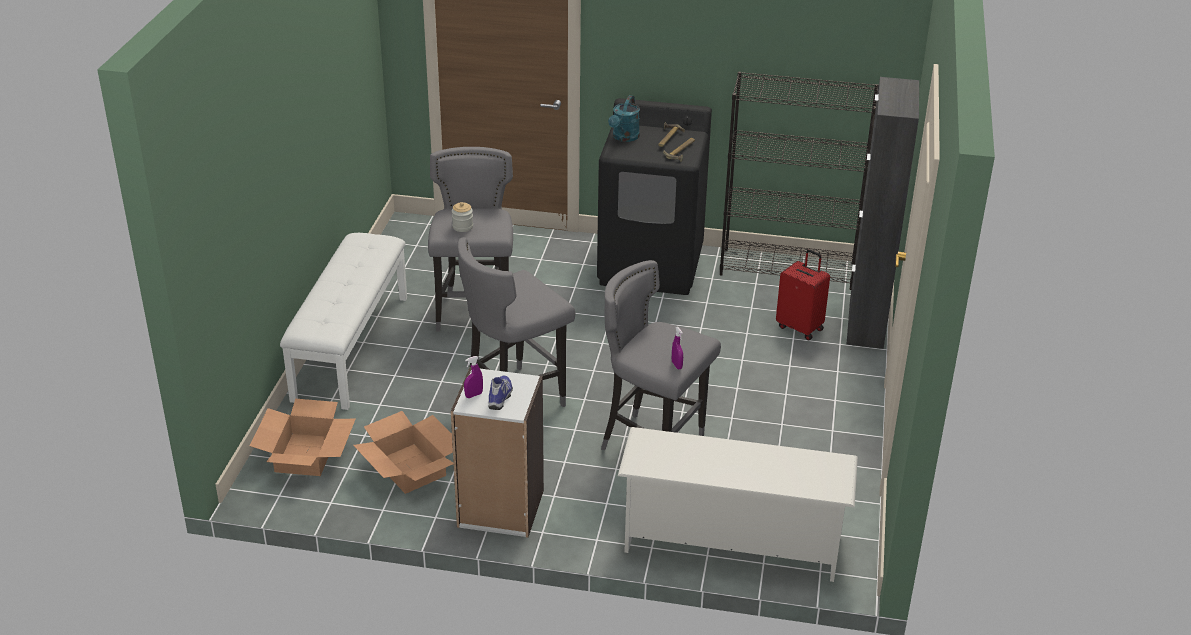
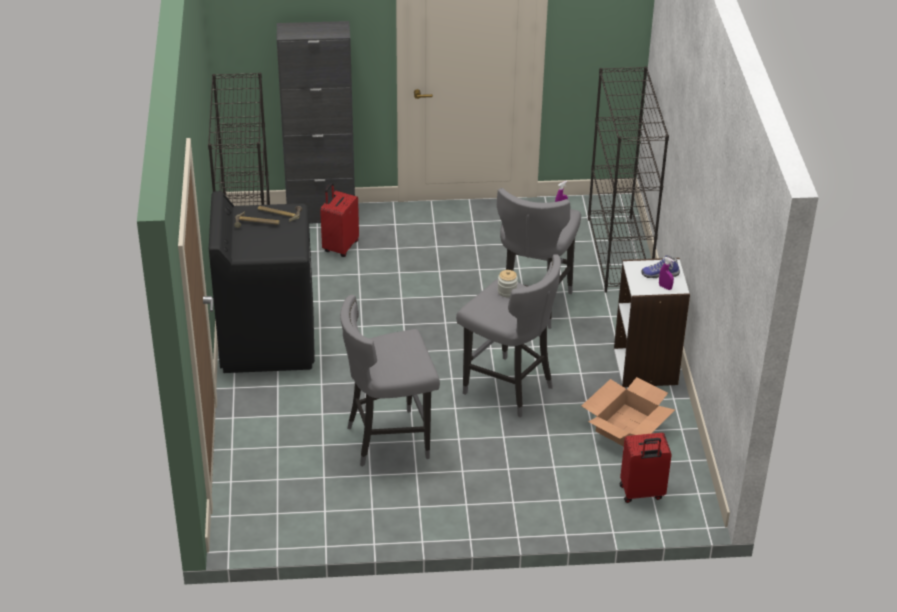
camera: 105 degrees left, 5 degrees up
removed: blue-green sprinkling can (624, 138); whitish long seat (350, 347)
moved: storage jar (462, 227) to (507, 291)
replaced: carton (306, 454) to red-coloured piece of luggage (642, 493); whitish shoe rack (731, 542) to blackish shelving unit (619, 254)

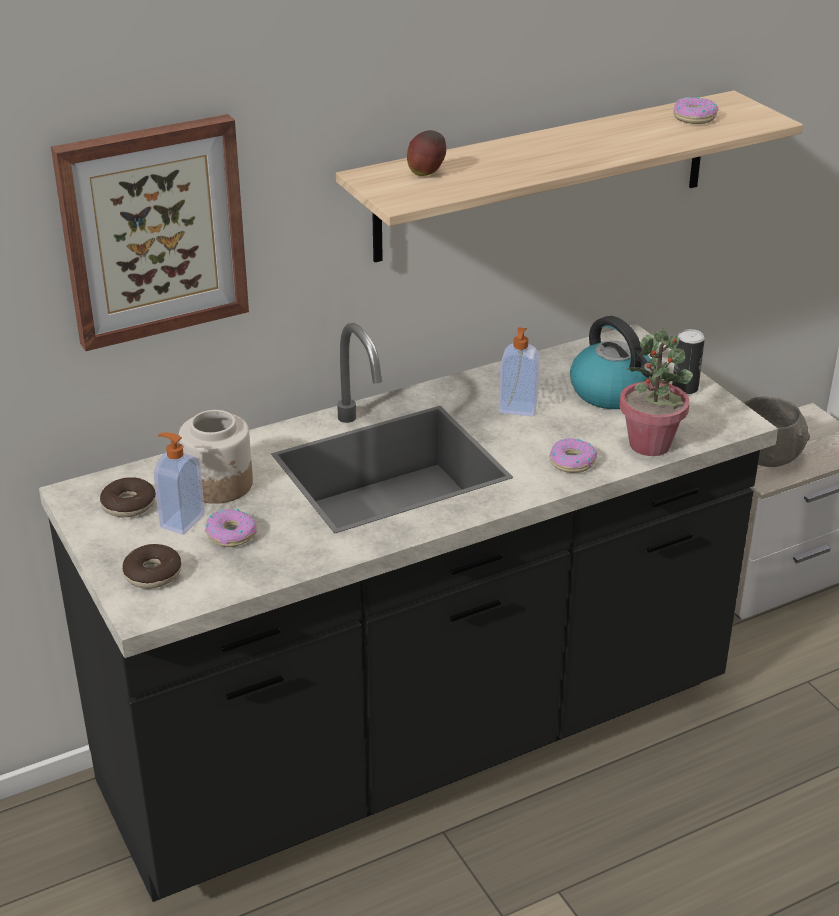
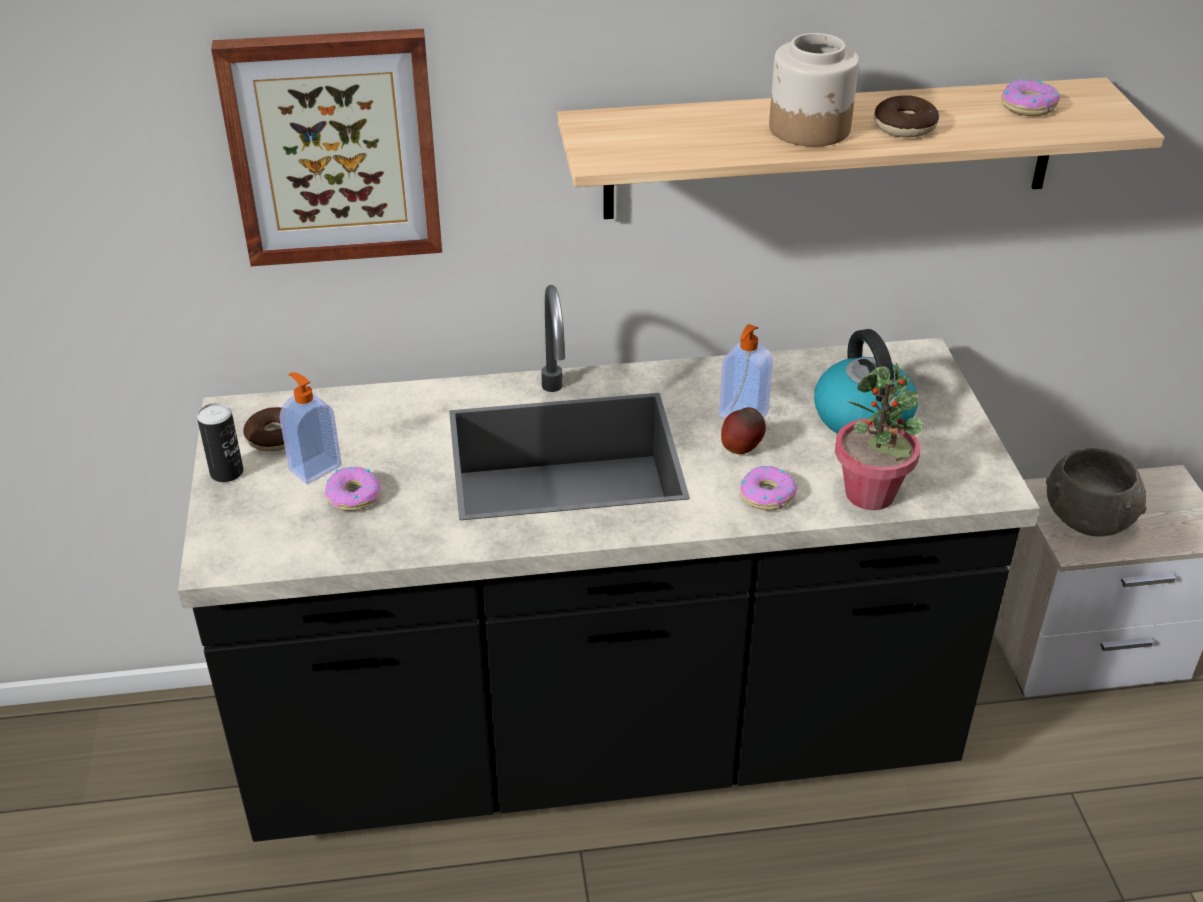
camera: 20 degrees right, 5 degrees up
moved: whole apple (426, 174) to (741, 450); can (685, 388) to (227, 472); storage jar (219, 484) to (810, 129); ring doughnut (153, 574) to (904, 127)

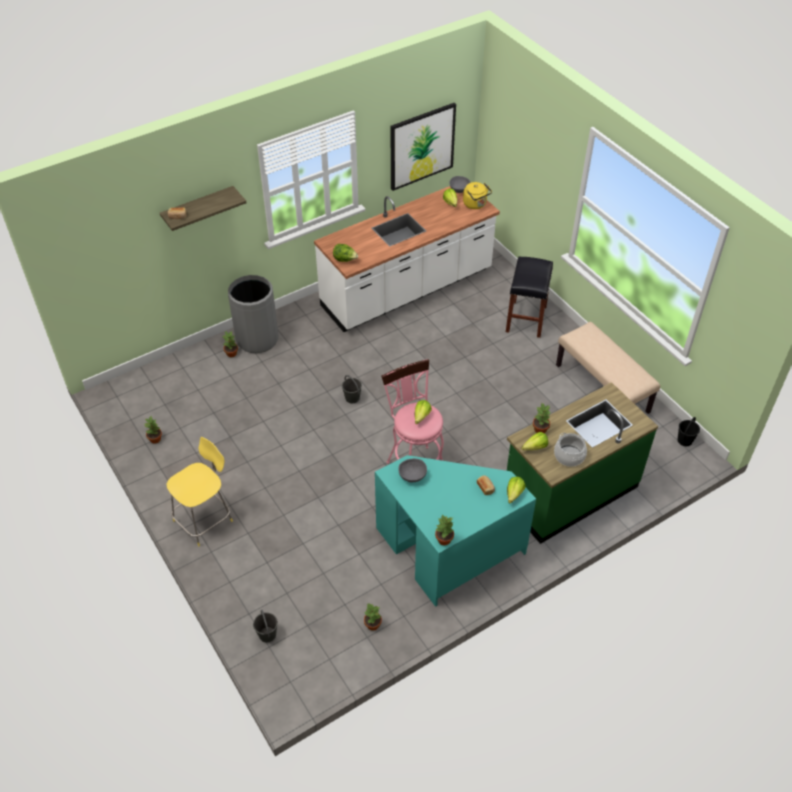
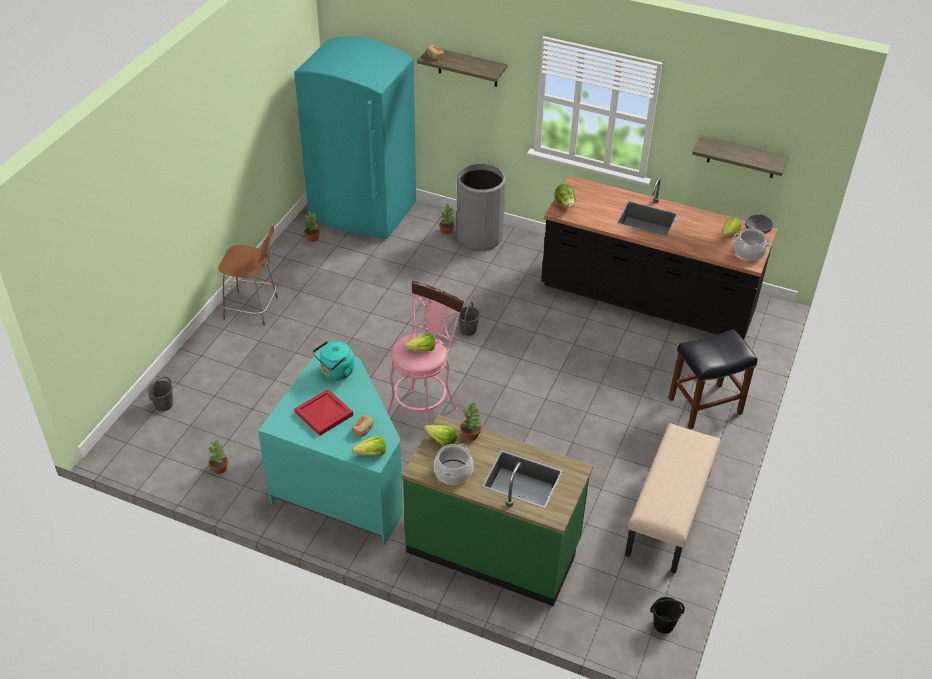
camera: 55 degrees right, 5 degrees down
removed: potted plant (444, 540)
added: blue-green fridge (362, 211); red-coloured carrying tray (323, 414)
replaced: wall picture (422, 146) to wall shelf (742, 157); yellow-coloured tea kettle (476, 204) to saucepot (749, 252); grey serving bowl (412, 476) to blue-green tea kettle (336, 372)
recoloured: whitish kitchen counter (407, 289) to blackish kitchen counter (647, 300); yellow-coloured sitting stool (204, 520) to brownish sitting stool (253, 309)

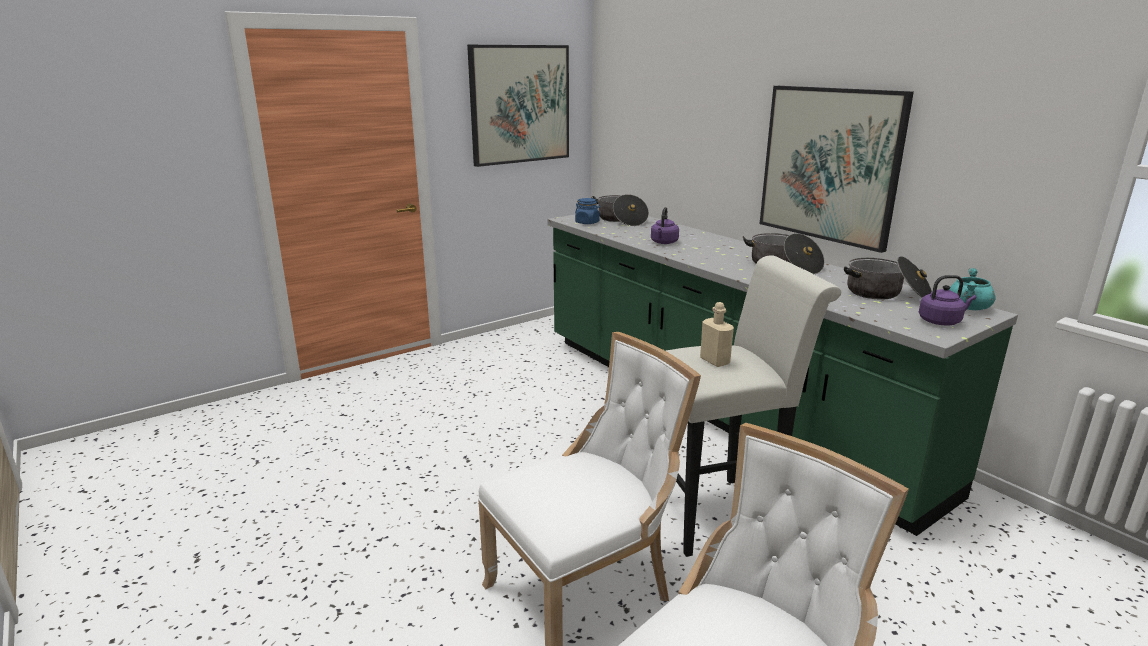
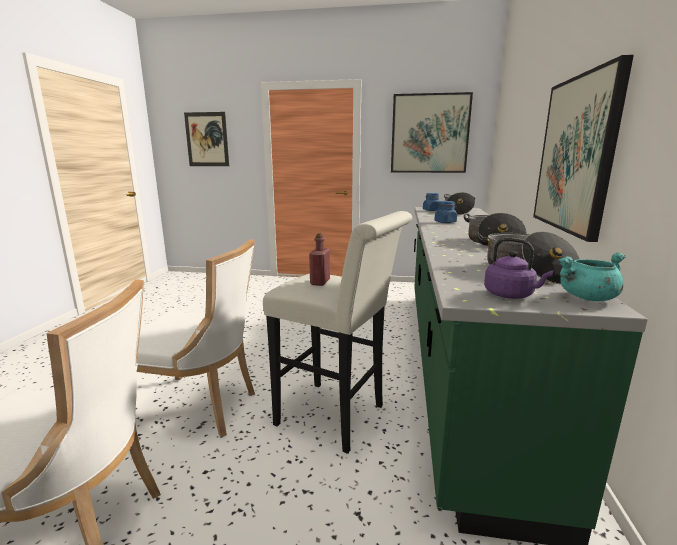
camera: 45 degrees right, 5 degrees down
added: wall picture (207, 139)
replaced: purplish tea kettle (664, 243) to bluish storage jar (445, 222)
recoloured: beige-coloured beverage bottle (714, 361) to red-coloured beverage bottle (320, 282)

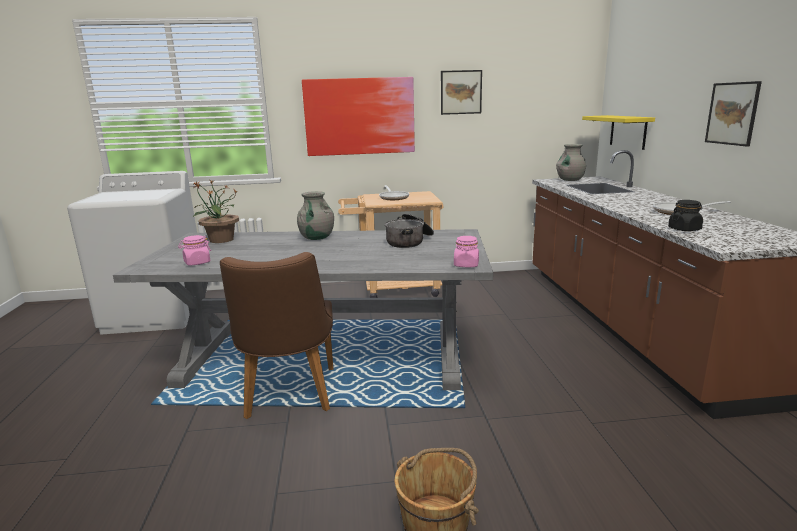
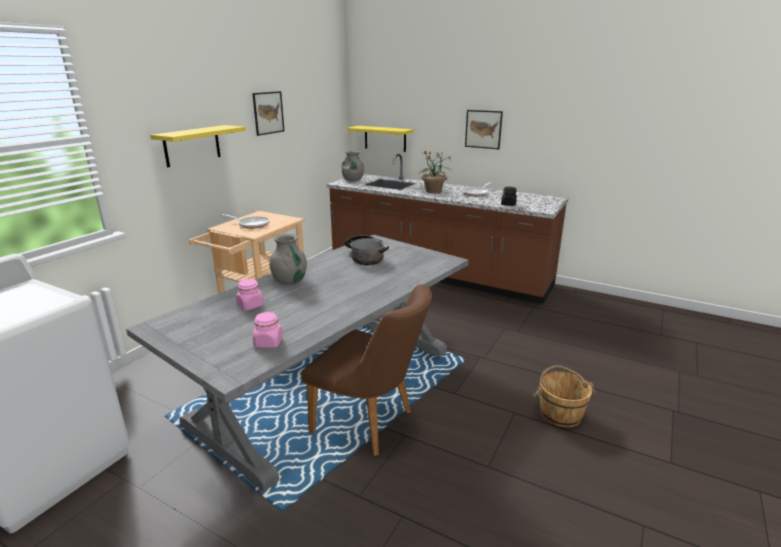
camera: 55 degrees left, 5 degrees up
moved: potted plant (220, 240) to (433, 191); pink storage jar (466, 265) to (250, 305)
replaced: wall picture (359, 116) to yellow-coloured wall shelf (192, 145)

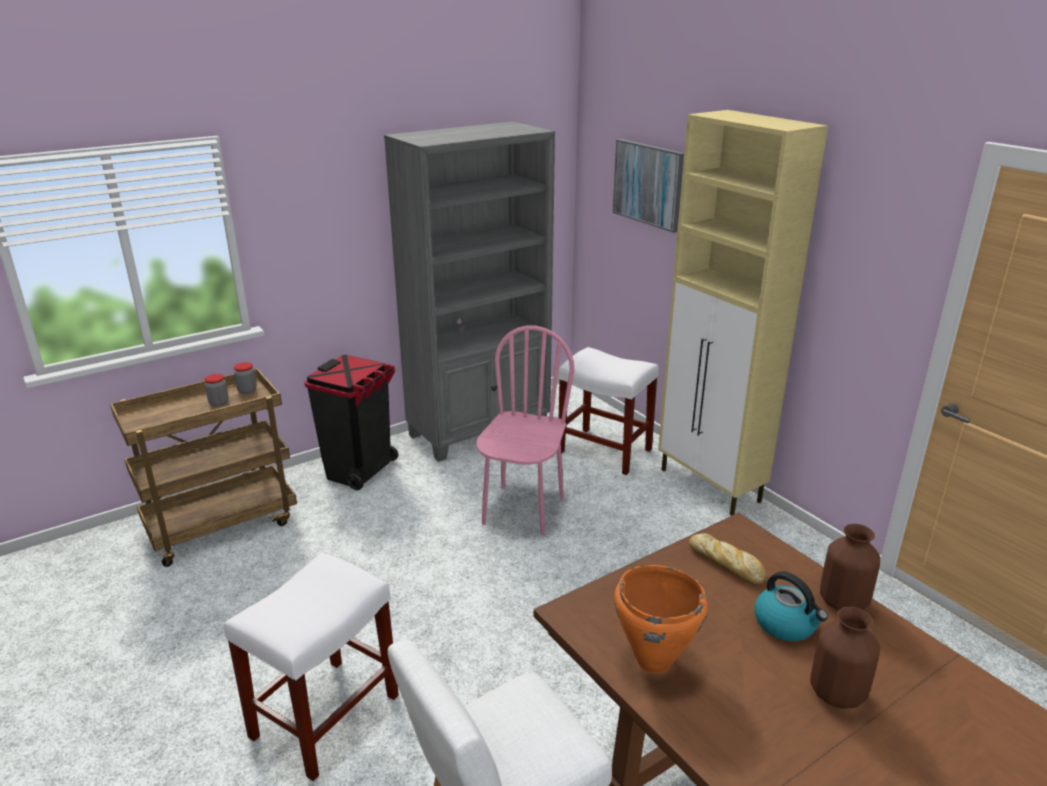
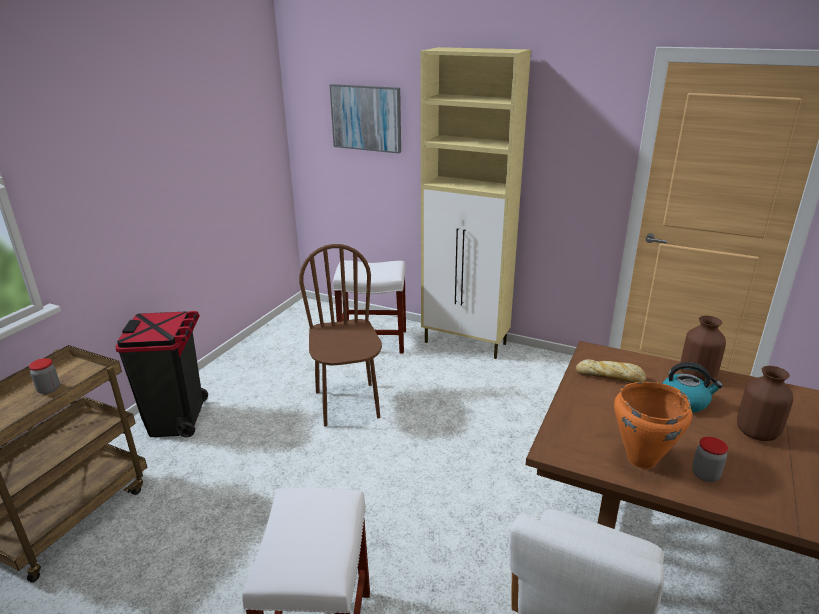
camera: 30 degrees left, 0 degrees up
removed: grey shelving unit (480, 430)
moved: storage jar (247, 390) to (705, 475)
recoloured: pink plain chair (522, 510) to brownish plain chair (348, 404)

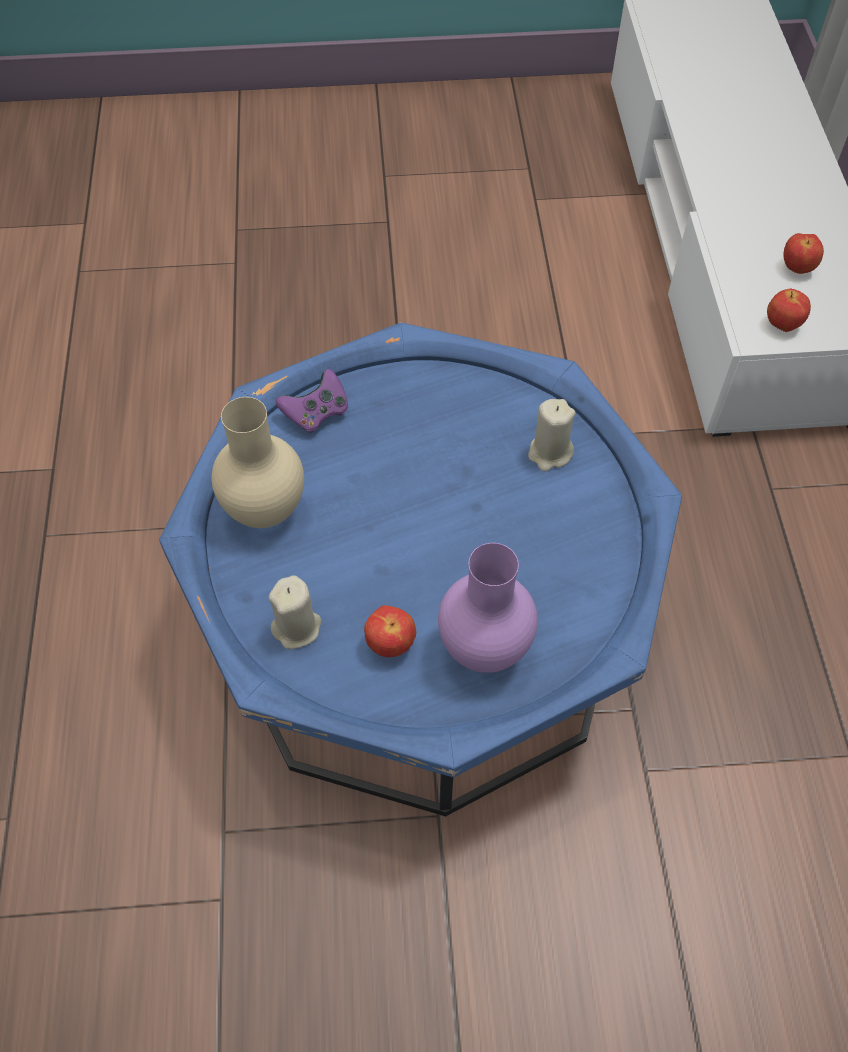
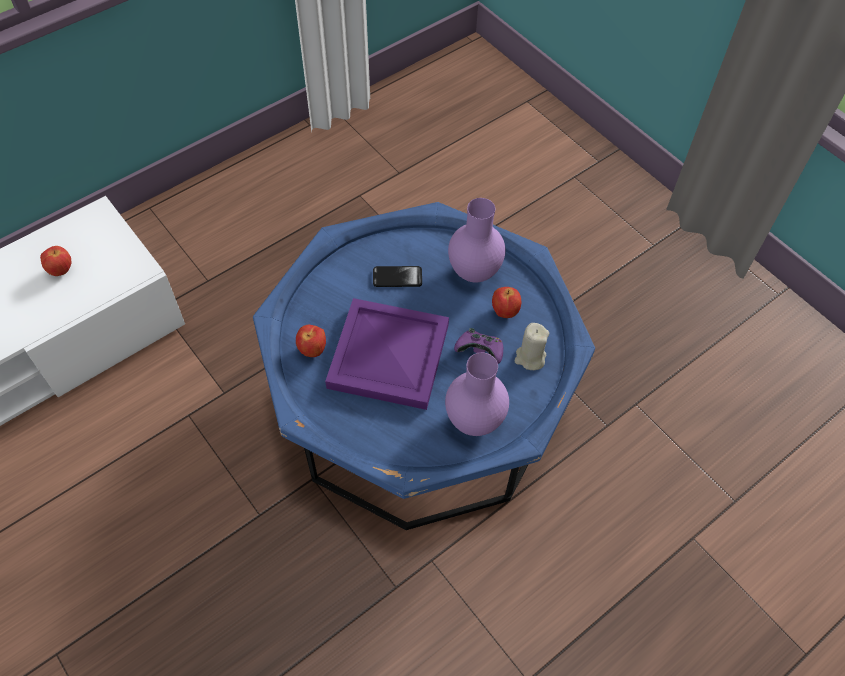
camera: 125 degrees left, 0 degrees up
removed: beige-coloured wax light (549, 453)
added: handset (397, 277); purplish carrying tray (391, 355)
moved: whole apple (782, 325) to (313, 350); purplish joypad (316, 413) to (480, 352)
recoloured: beige-coloured flower vase (263, 511) to purplish flower vase (475, 421)

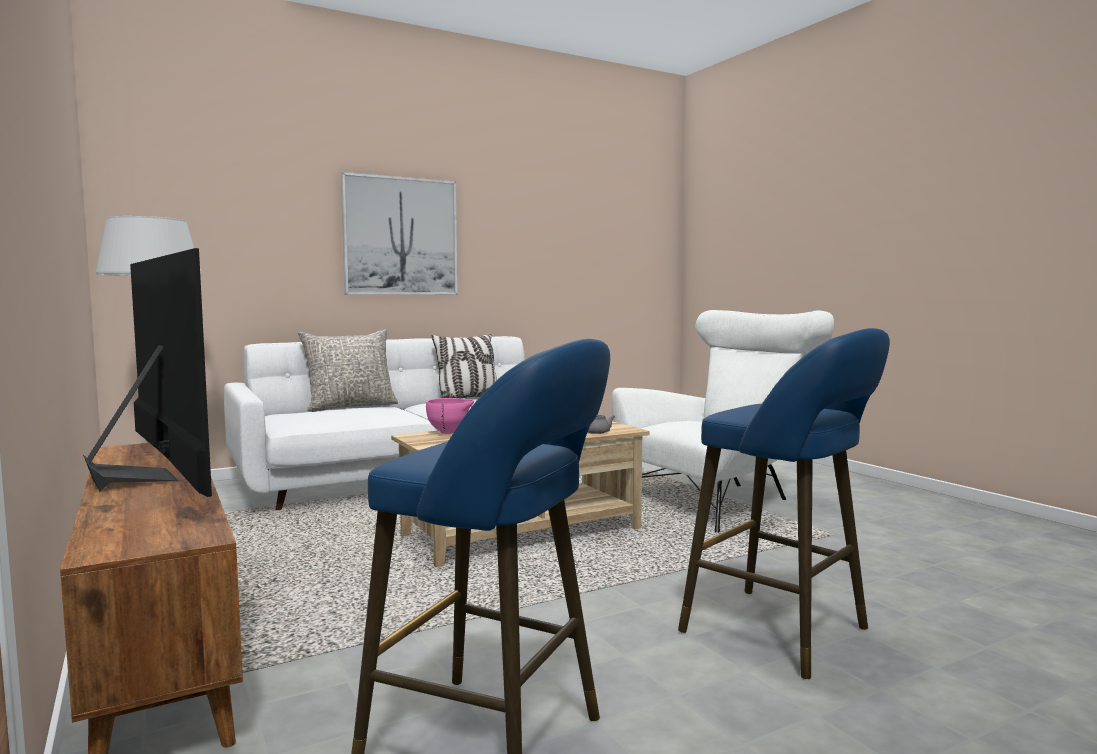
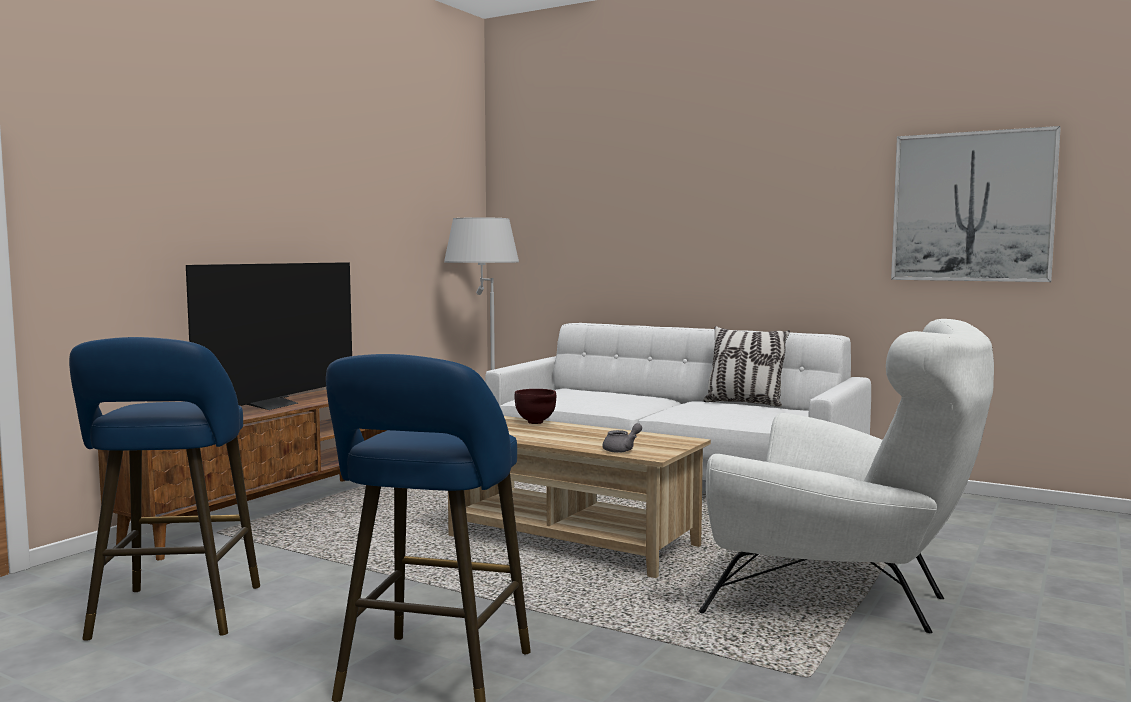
camera: 60 degrees right, 0 degrees up
removed: grey pillow (350, 407)
moved: wall picture (400, 236) to (972, 207)
recoloured: pink serving bowl (450, 432) to brownish serving bowl (536, 423)

